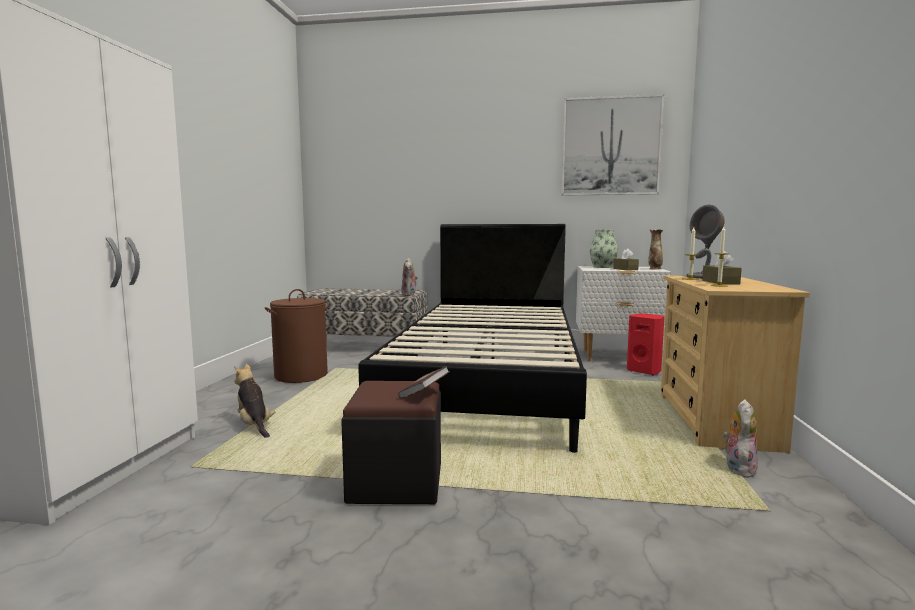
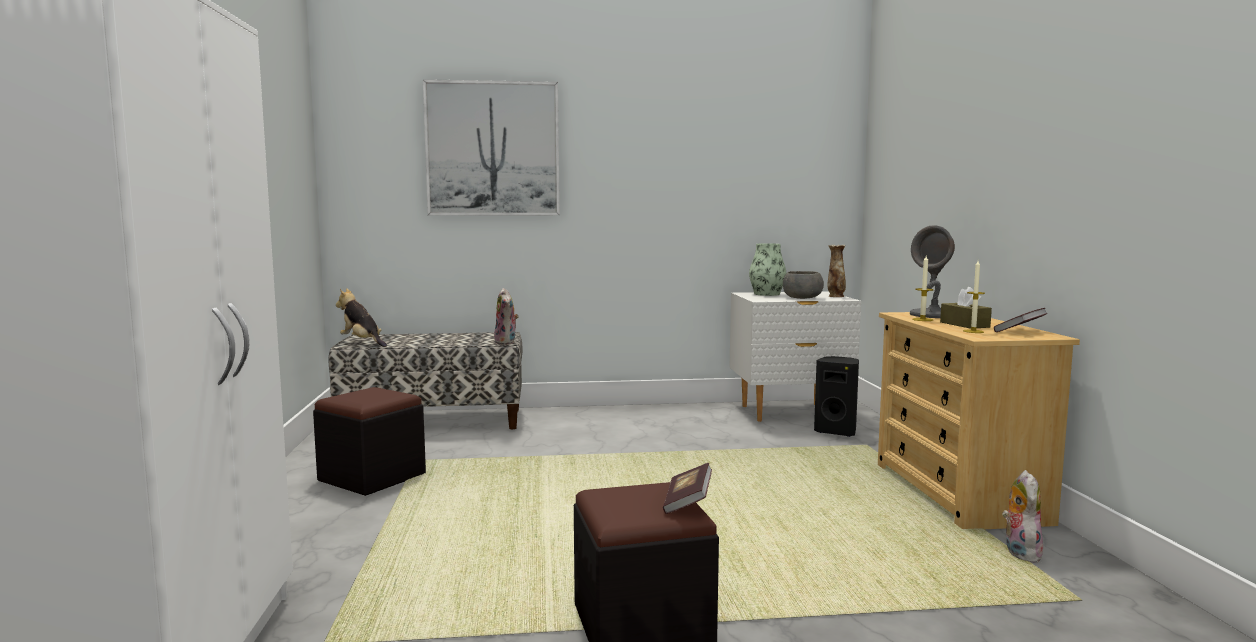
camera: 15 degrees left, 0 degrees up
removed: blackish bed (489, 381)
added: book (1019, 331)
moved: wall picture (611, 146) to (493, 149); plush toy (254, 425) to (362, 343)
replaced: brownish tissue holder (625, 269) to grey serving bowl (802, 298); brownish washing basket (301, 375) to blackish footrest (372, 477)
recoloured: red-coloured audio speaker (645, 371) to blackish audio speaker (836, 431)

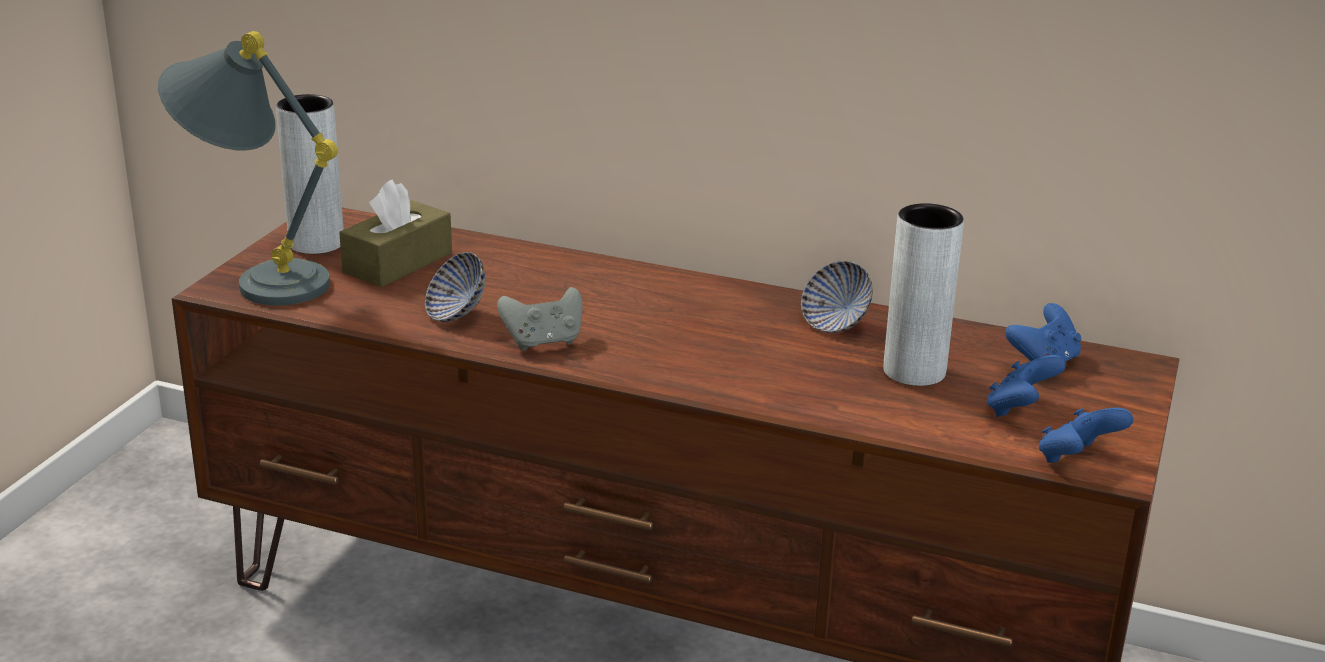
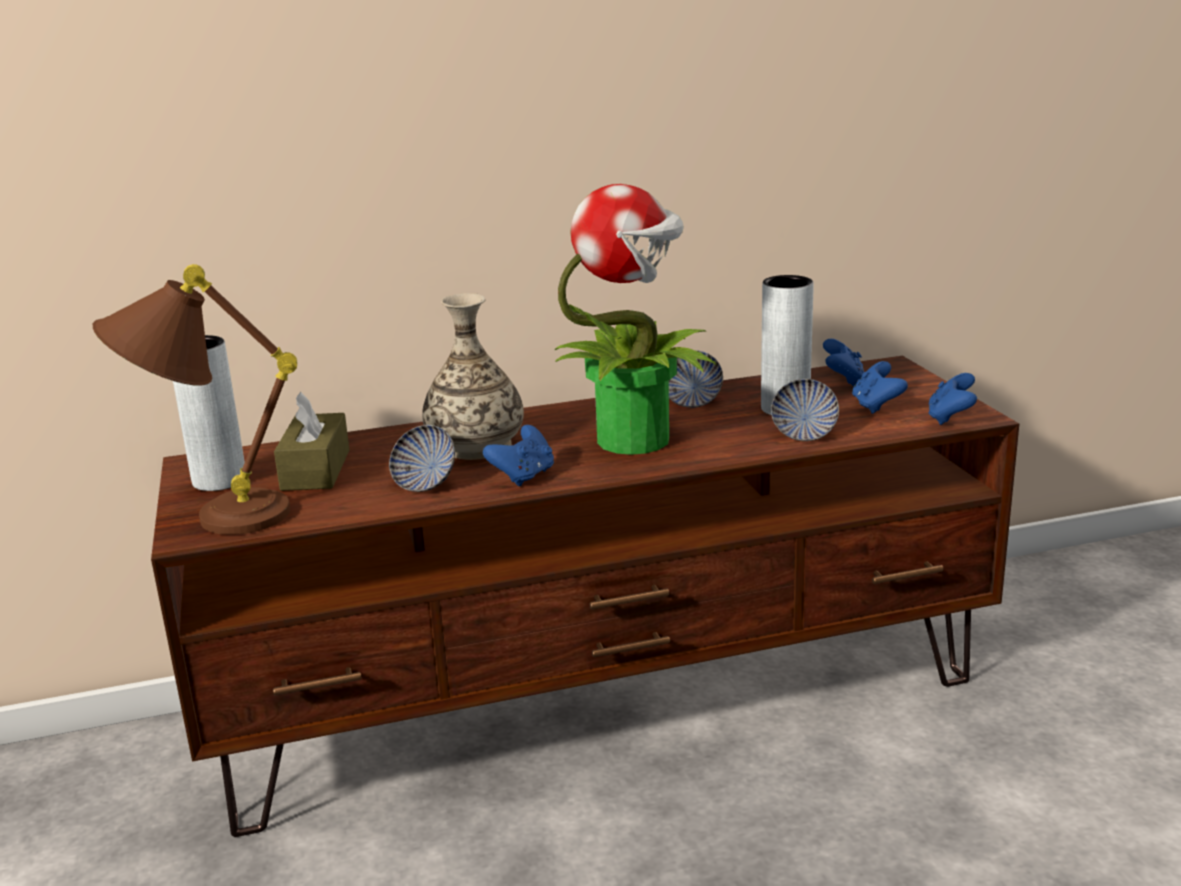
camera: 35 degrees left, 5 degrees down
added: potted plant (635, 439); flower vase (476, 446); serving bowl (804, 434)
recoloured: grey lamp for a table (257, 279) to brownish lamp for a table (211, 519); grey joypad (543, 342) to bluish joypad (524, 476)

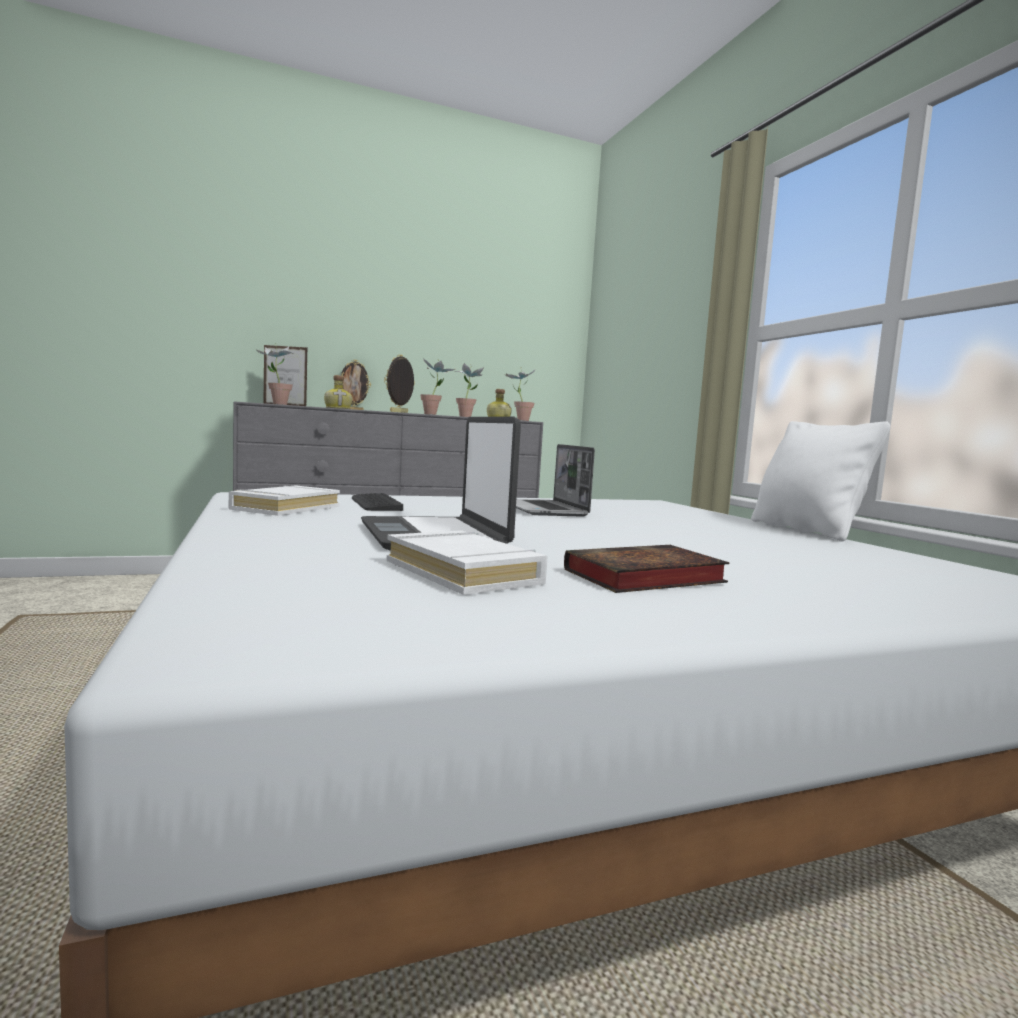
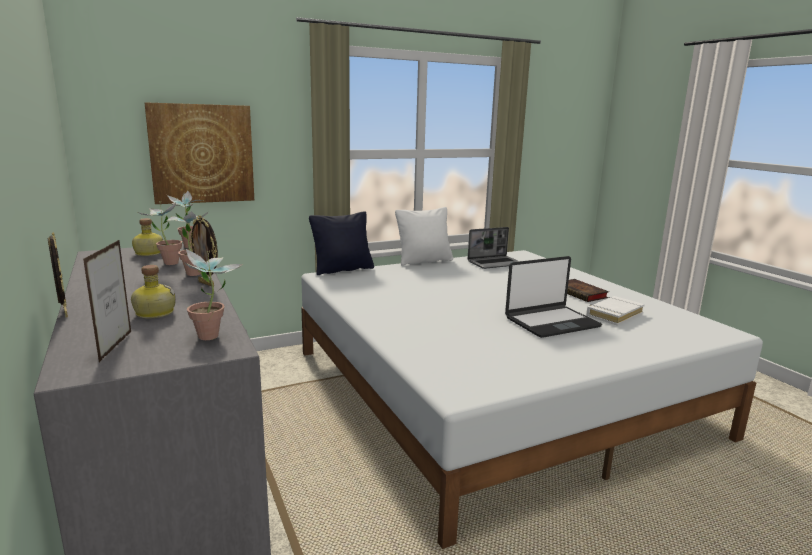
camera: 95 degrees left, 10 degrees up
removed: whitish book (285, 508); keyboard (375, 504)
added: wall picture (202, 154); blackish pillow (342, 269)
moved: portable computer (544, 510) to (495, 263)

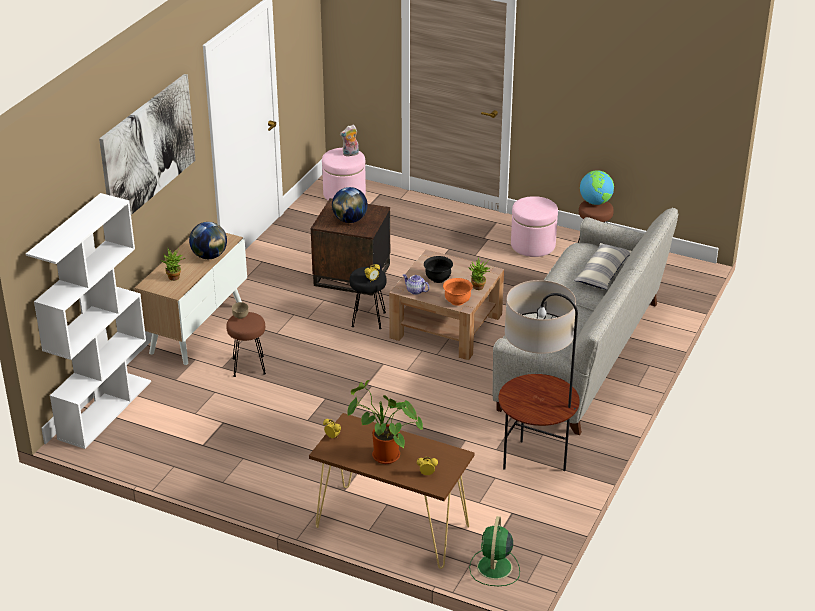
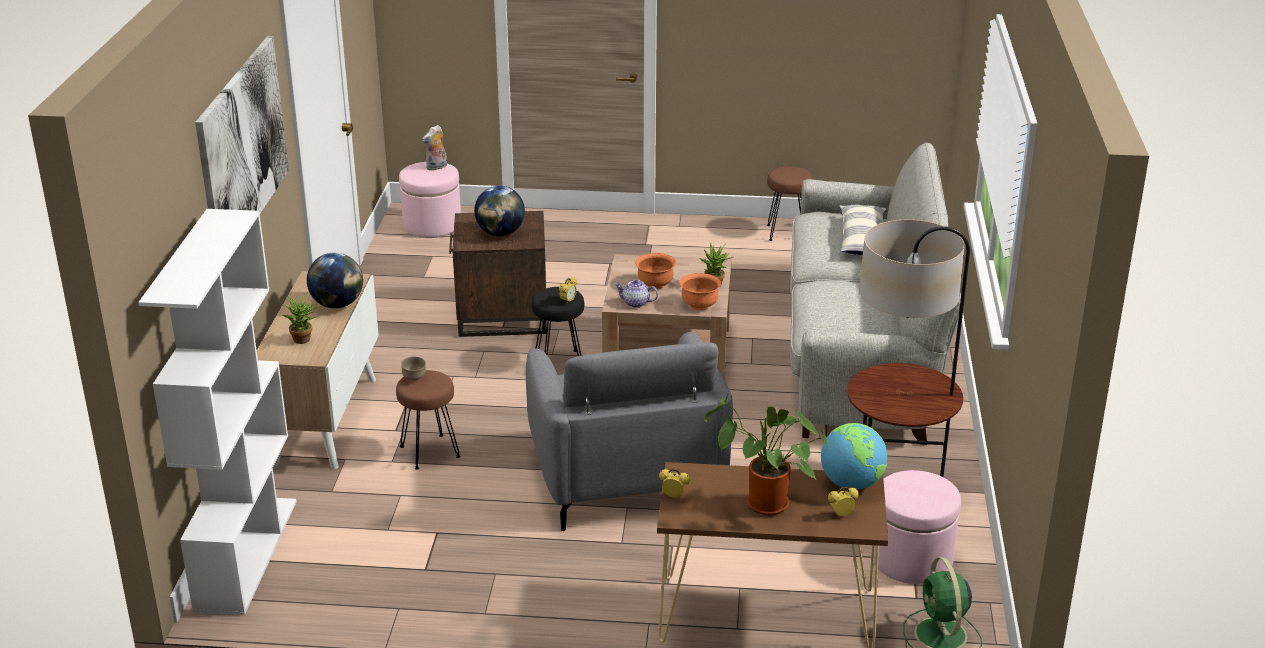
camera: 20 degrees left, 5 degrees down
added: grey lounge chair (626, 475)
moved: desk globe (595, 202) to (851, 483); pink footrest (533, 245) to (911, 559)
recoloured: blackish serving bowl (438, 279) to orangey serving bowl (655, 284)

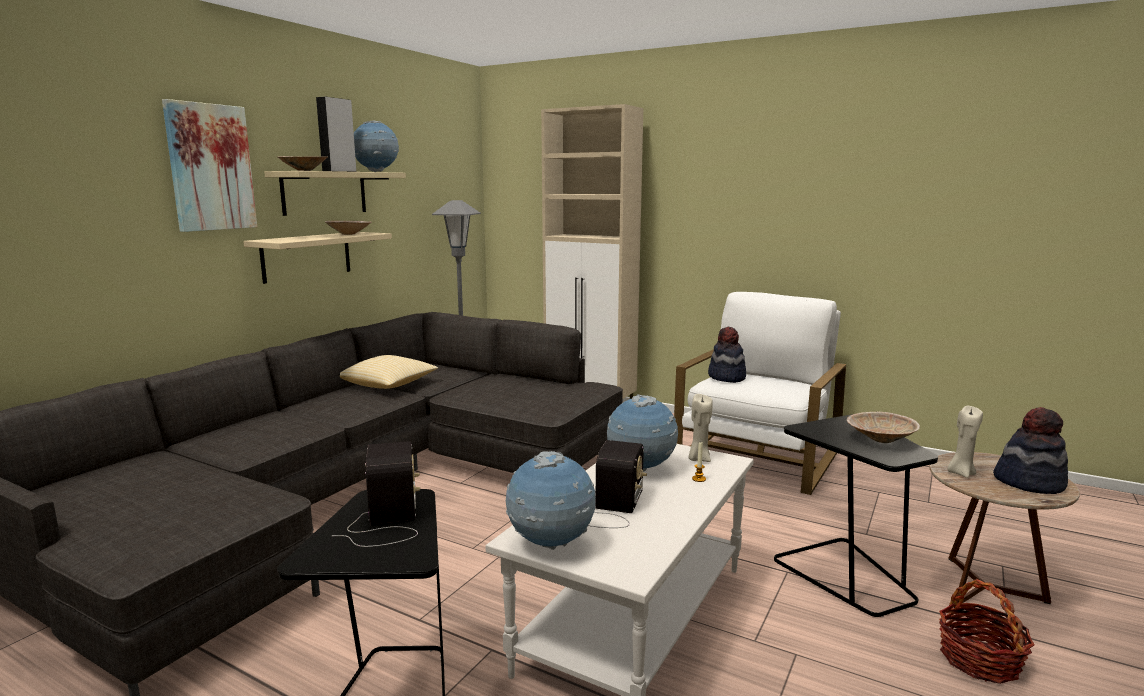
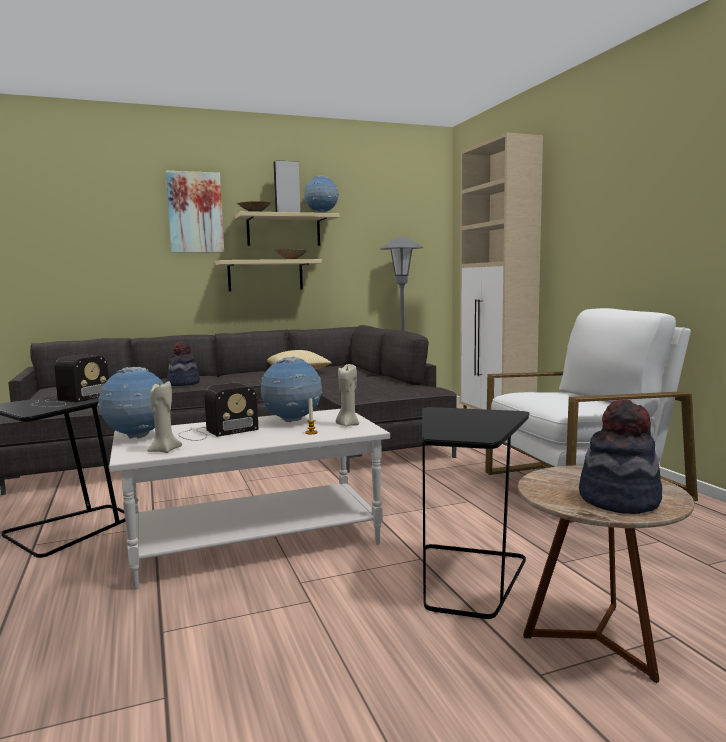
camera: 40 degrees right, 5 degrees down
removed: beige-coloured serving bowl (880, 440); household basket (979, 659)
moved: hat (726, 377) to (183, 383); beige-coloured wax light (960, 473) to (164, 450)

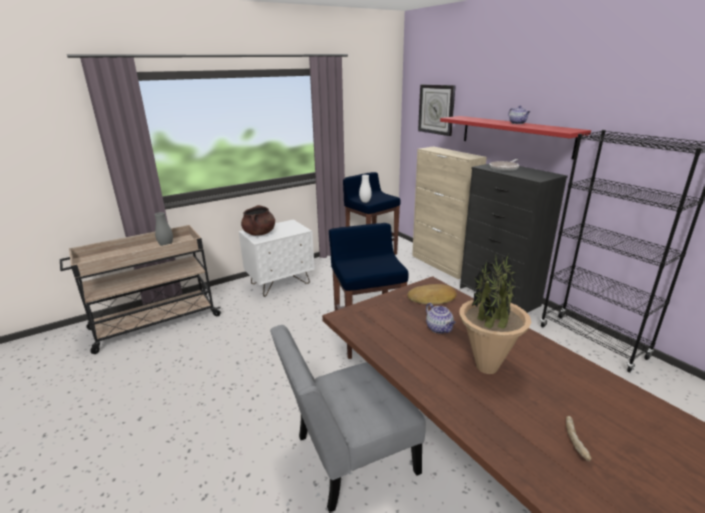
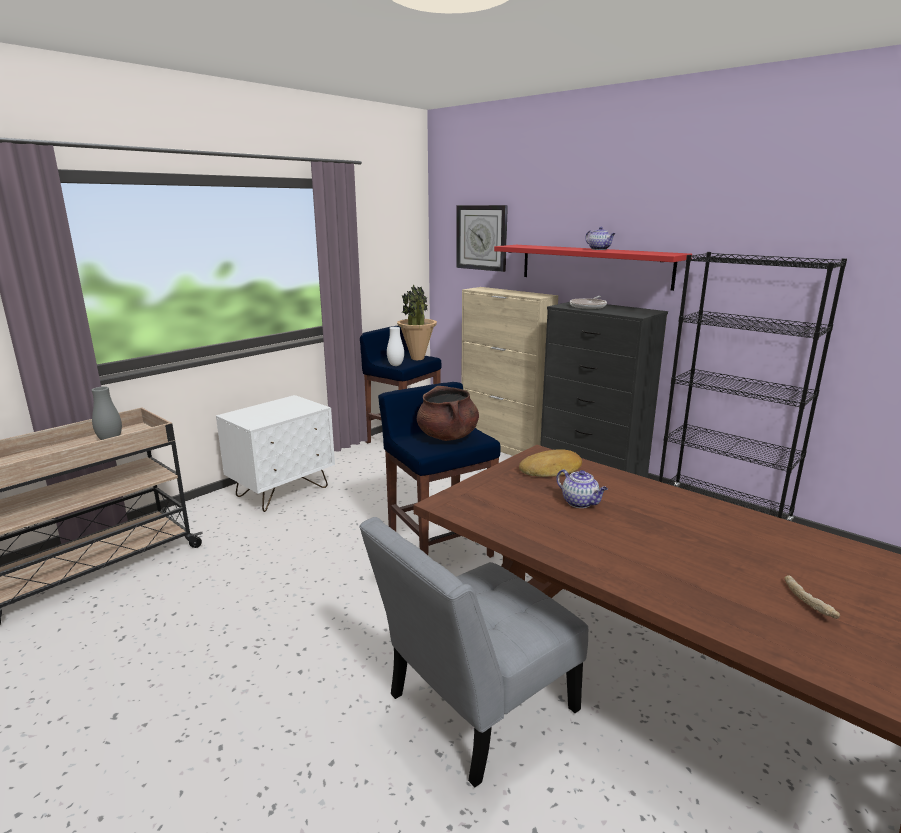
camera: 15 degrees left, 5 degrees down
moved: brownish saucepot (259, 233) to (448, 437); potted plant (487, 367) to (417, 359)

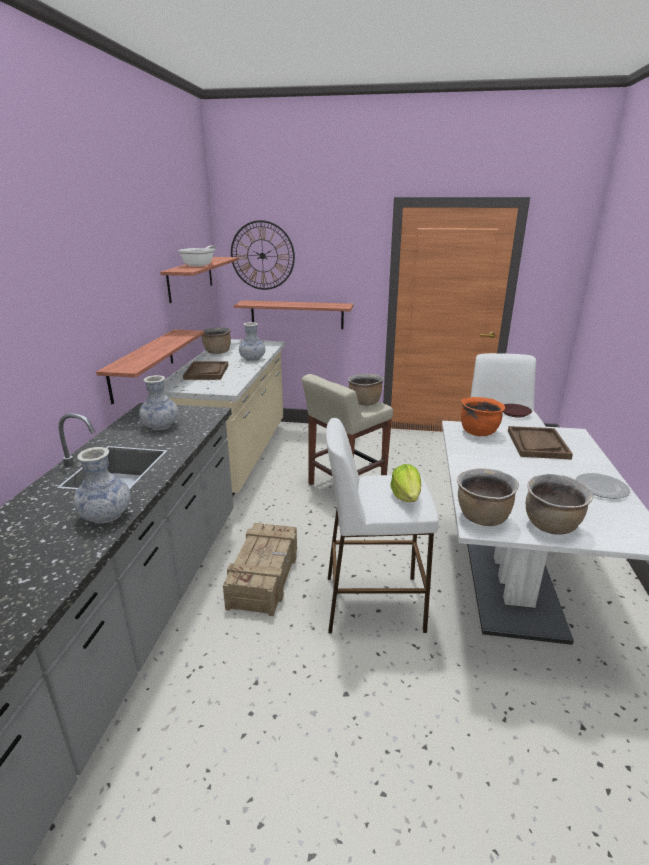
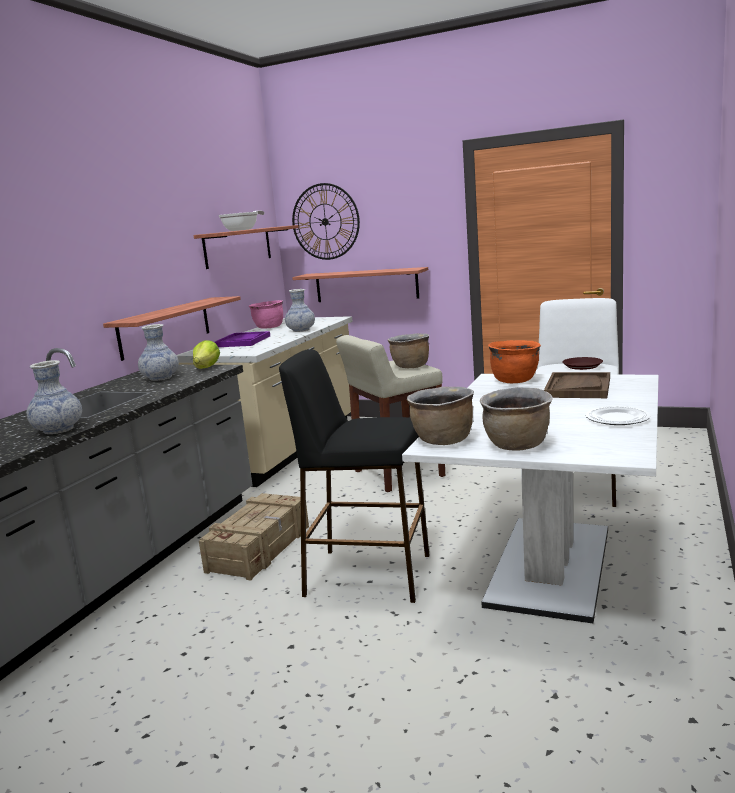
camera: 15 degrees right, 10 degrees down
moved: lettuce (406, 496) to (207, 367)
recoloured: brownish saucepot (217, 352) to pink saucepot (269, 327); brownish carrying tray (206, 372) to purplish carrying tray (242, 341); whitish sitting stool (372, 603) to blackish sitting stool (367, 575)

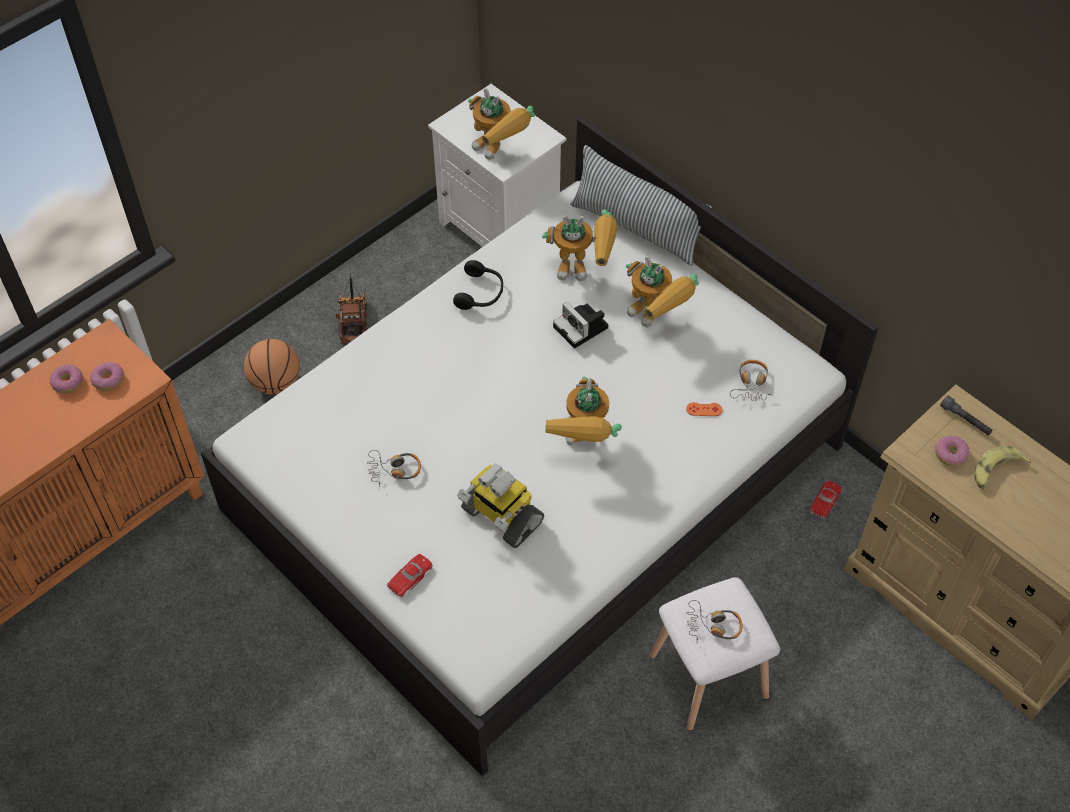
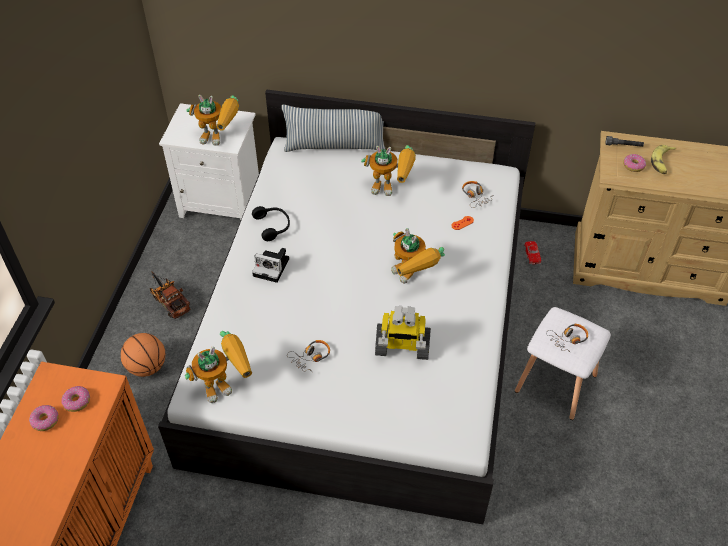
camera: 35 degrees left, 5 degrees down
removed: red-coloured toy car (410, 577)
moved: model robot (584, 268) to (225, 383); photo camera (582, 328) to (273, 267)

